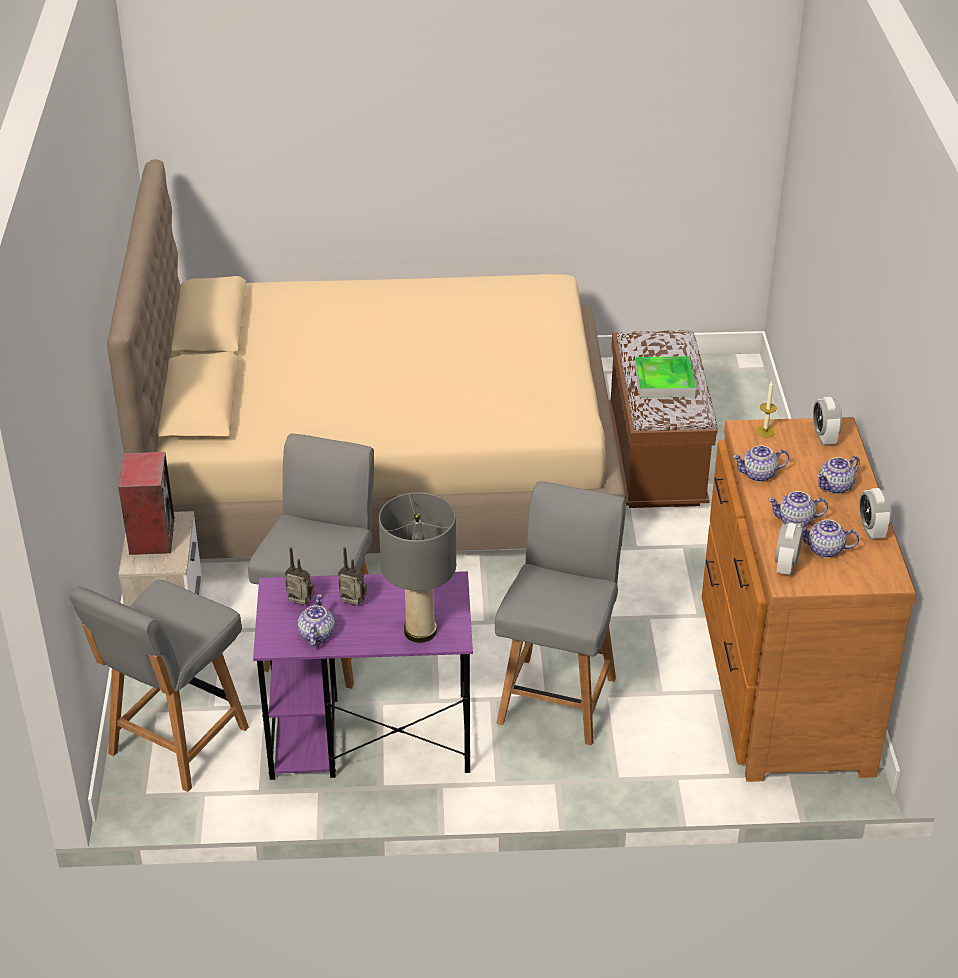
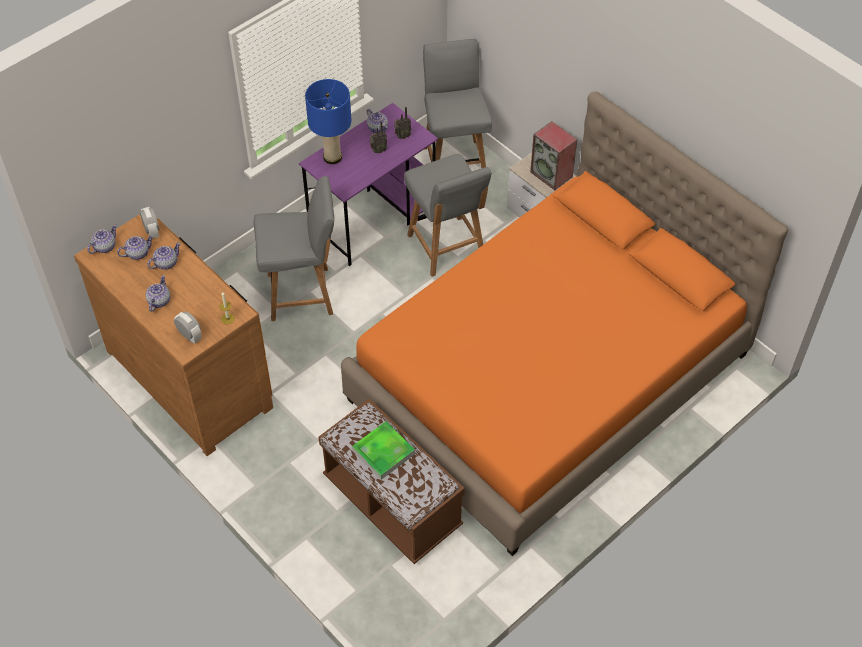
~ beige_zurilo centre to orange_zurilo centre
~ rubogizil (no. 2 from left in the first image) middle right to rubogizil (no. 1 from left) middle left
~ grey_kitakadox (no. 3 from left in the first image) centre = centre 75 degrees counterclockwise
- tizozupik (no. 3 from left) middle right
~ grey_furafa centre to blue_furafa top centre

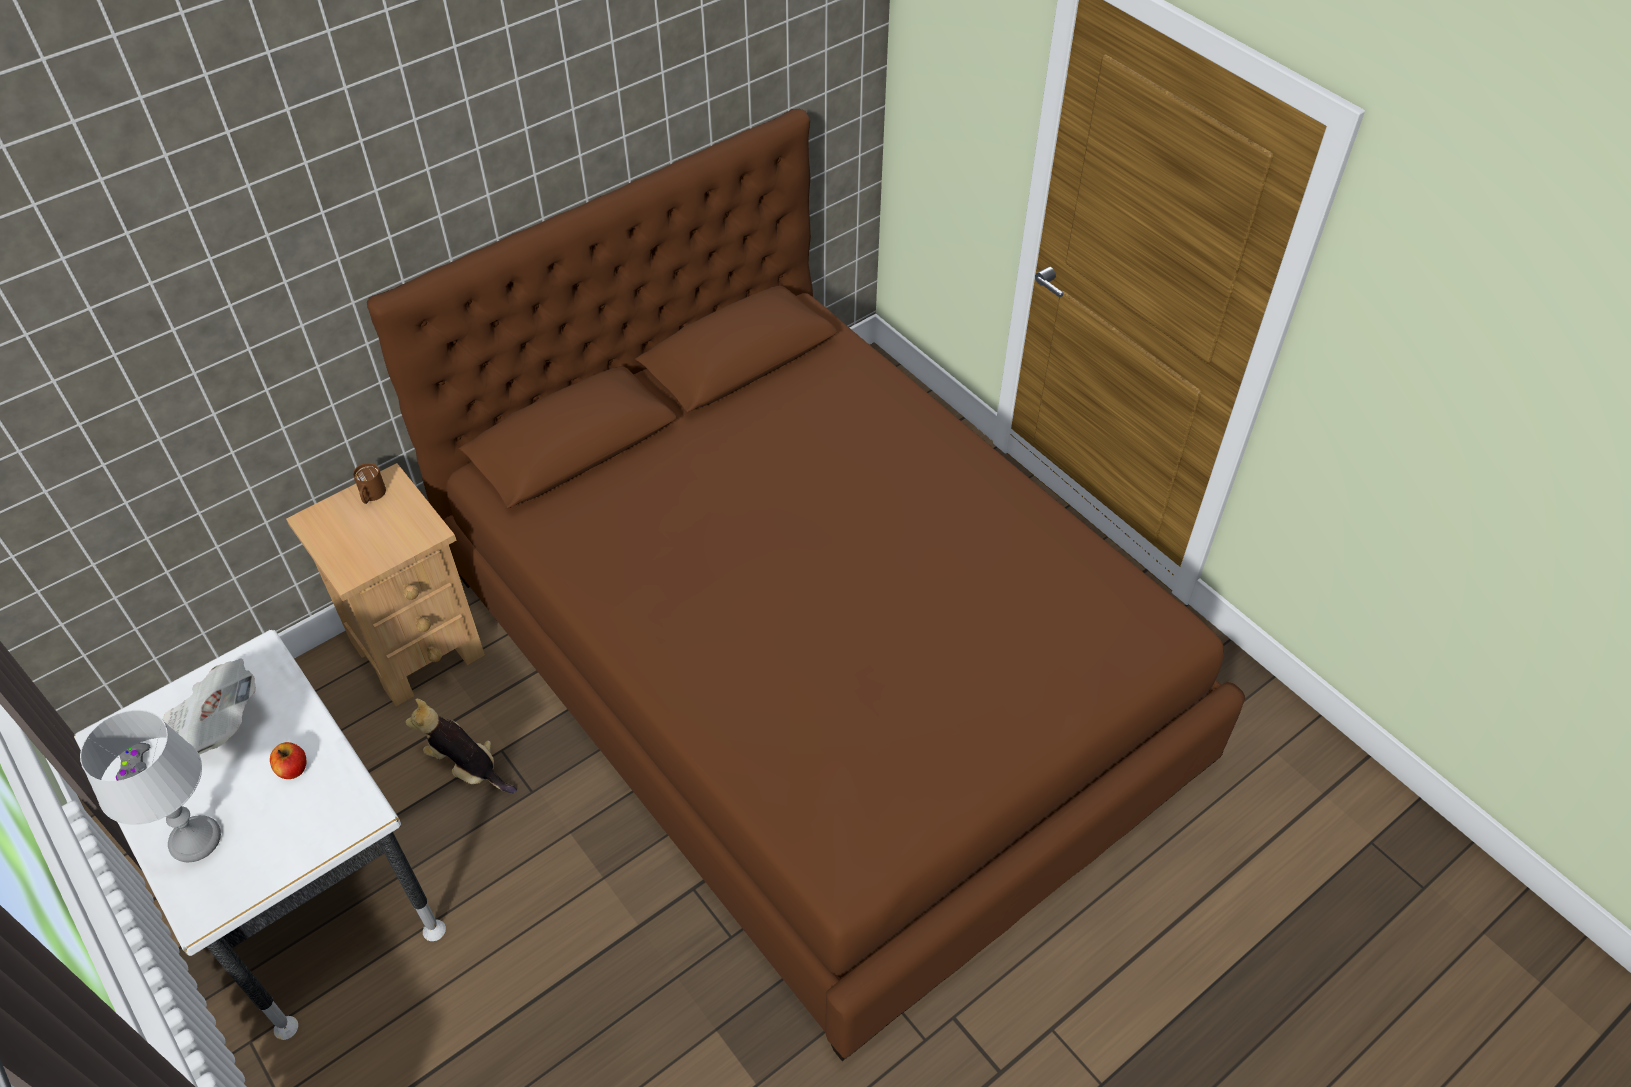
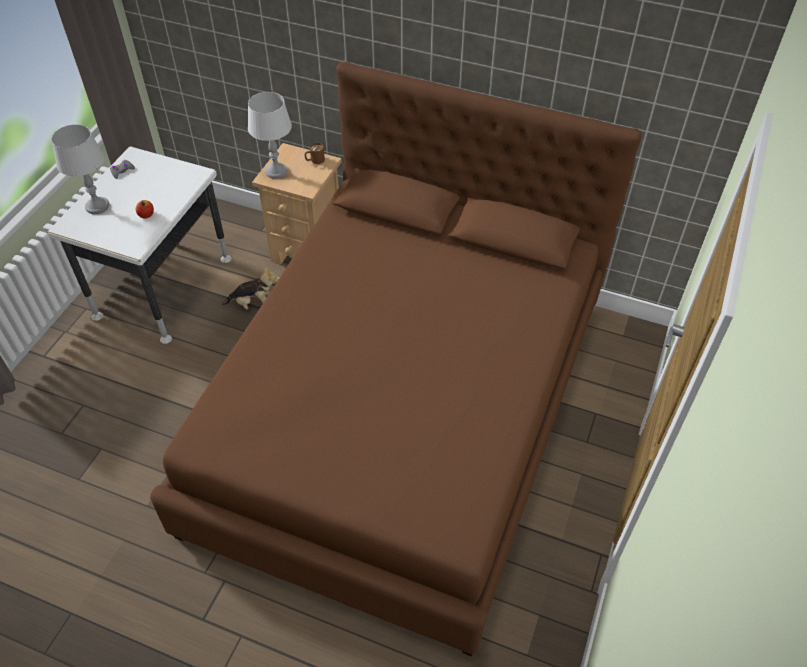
- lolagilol middle left
~ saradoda bottom left = middle left 90 degrees clockwise
+ grey_furafa (no. 2 from left) top centre

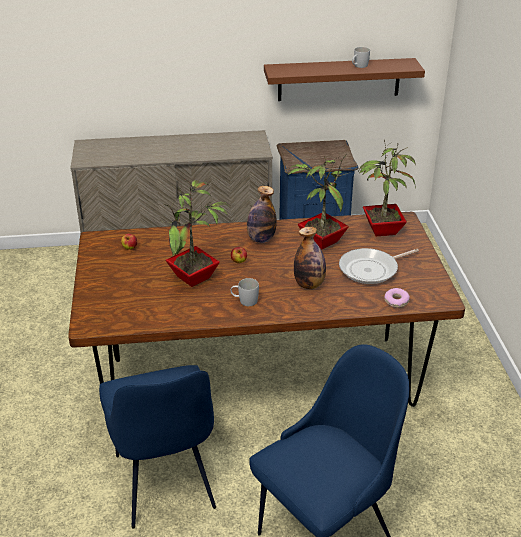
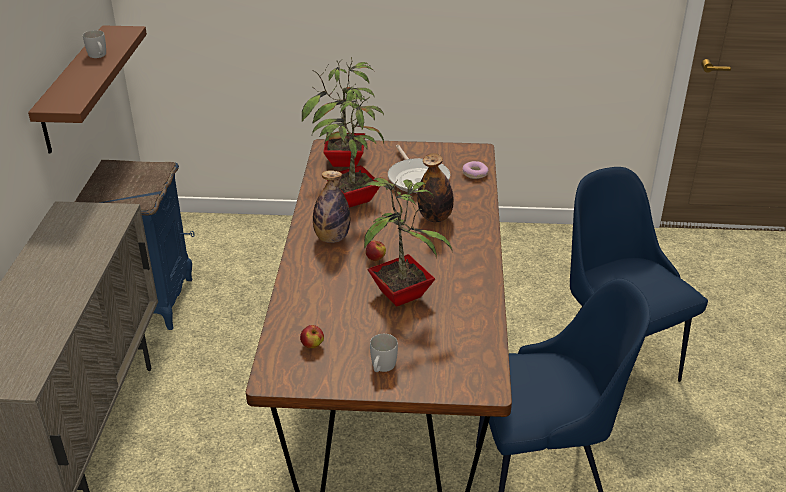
~ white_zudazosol (no. 1 from left in the first image) centre to white_zudazosol (no. 2 from left) bottom centre

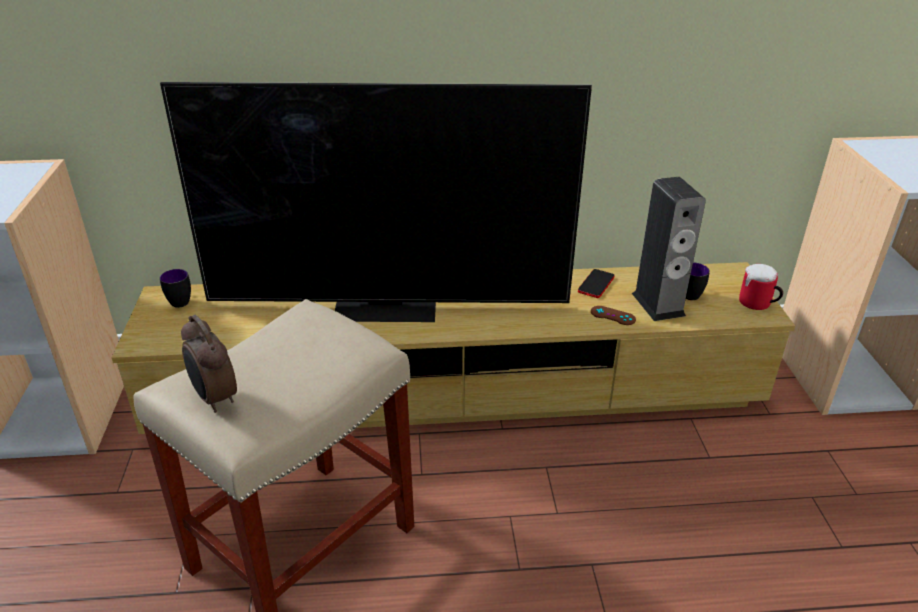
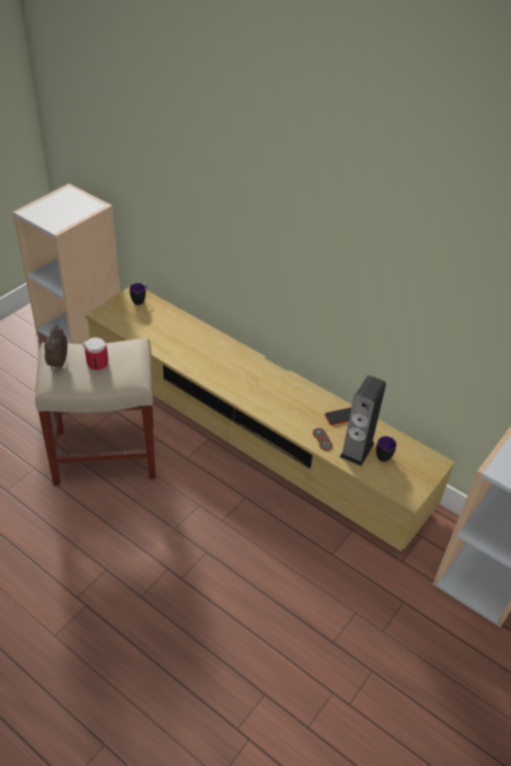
- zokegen top centre
~ zudazosol (no. 3 from left in the first image) middle right to zudazosol (no. 1 from left) middle left

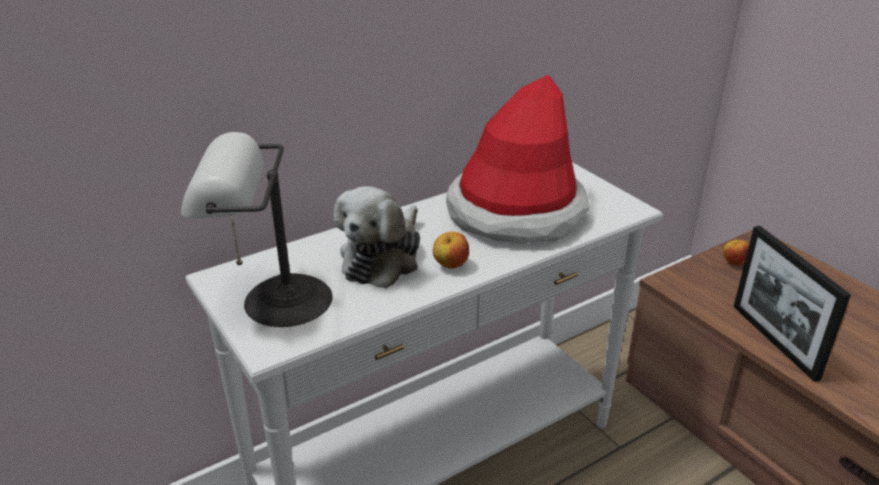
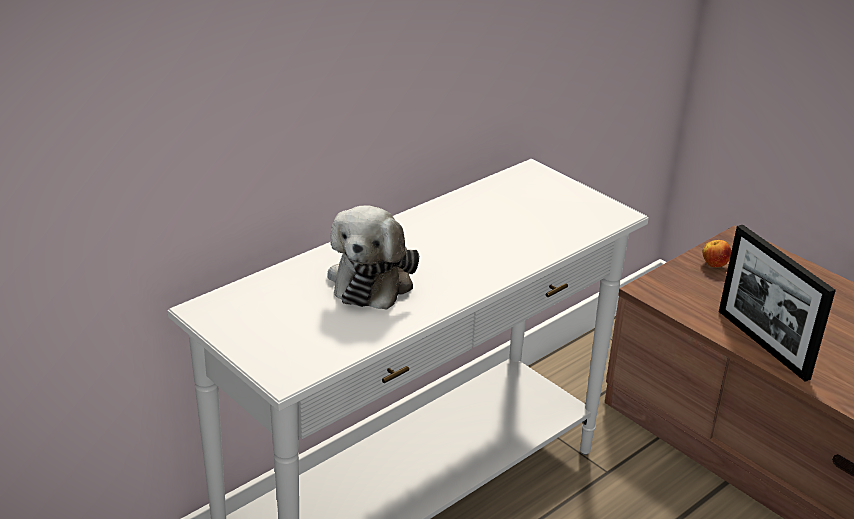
- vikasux top centre
- furafa middle left
- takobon (no. 1 from left) centre

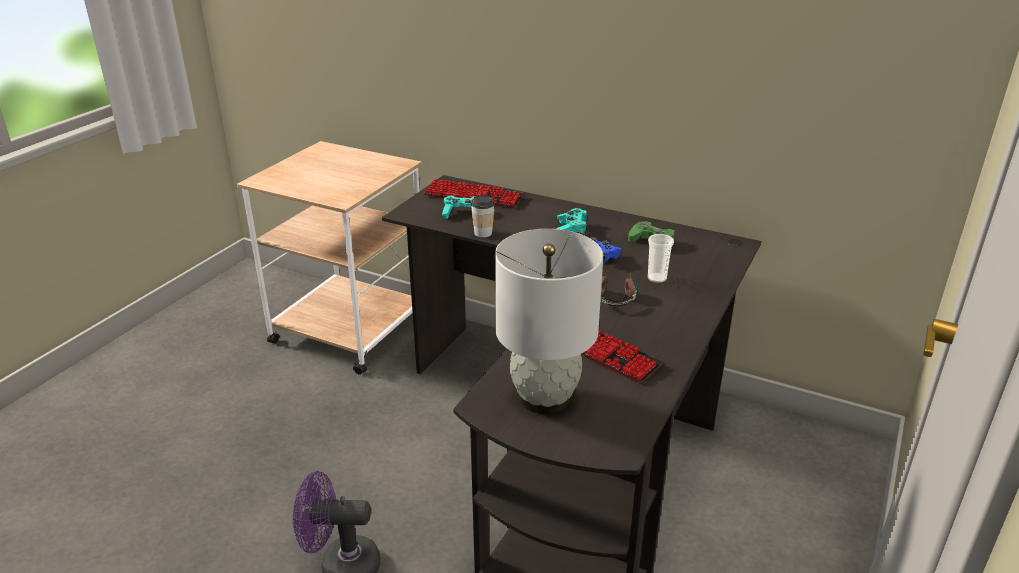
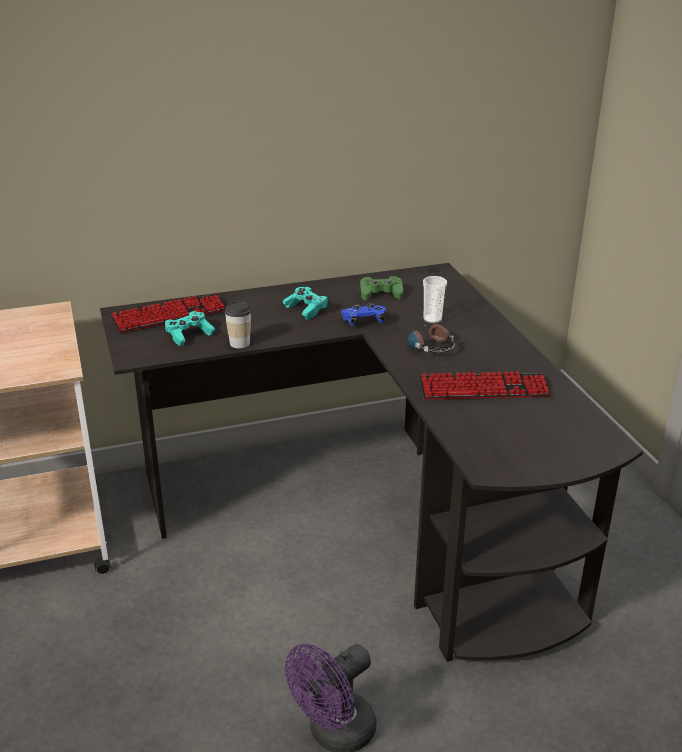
- white_furafa centre

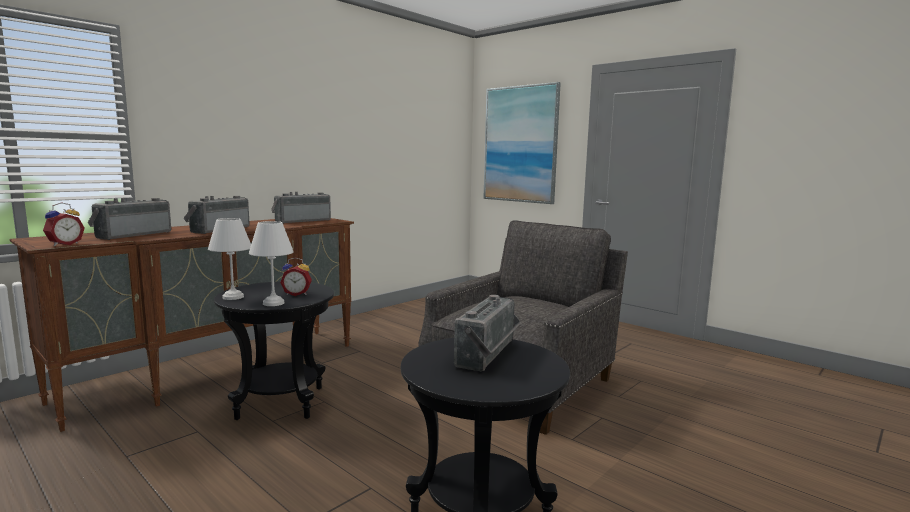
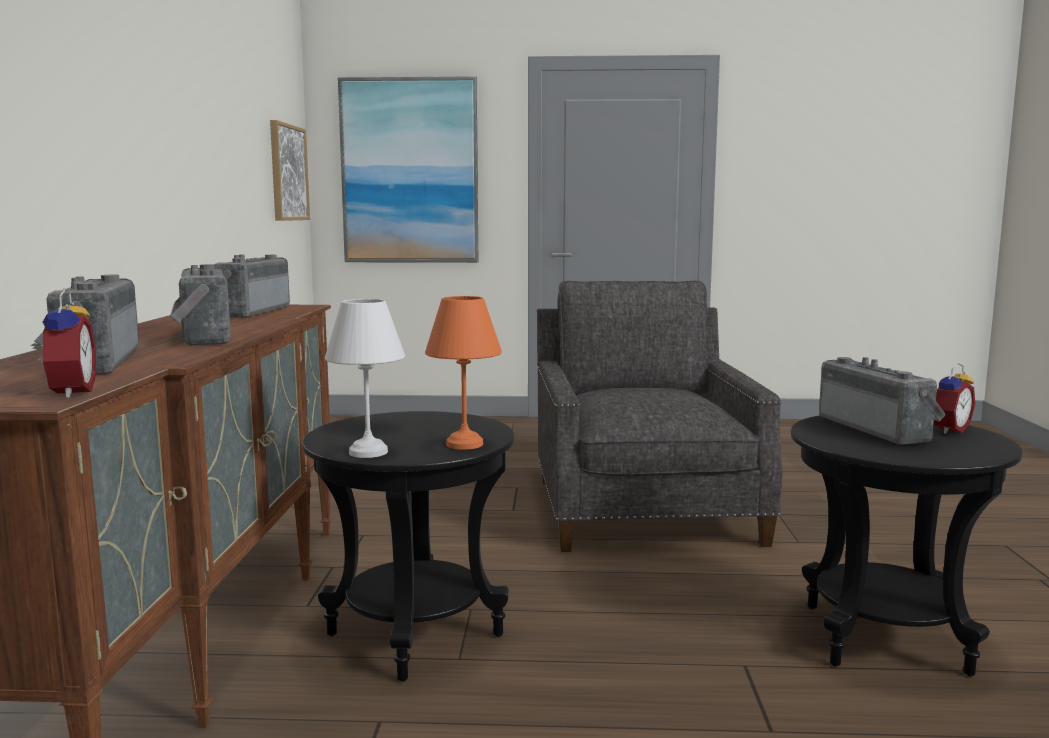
~ white_furafa (no. 2 from left) middle left to orange_furafa centre
~ tizozupik (no. 2 from left) middle left to middle right
+ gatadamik (no. 1 from left) top left

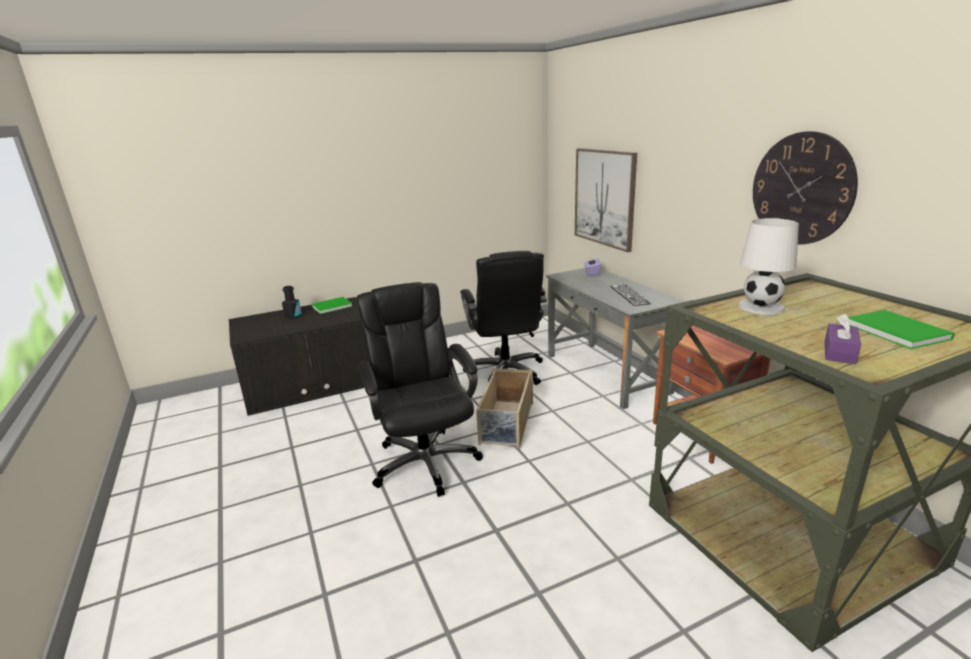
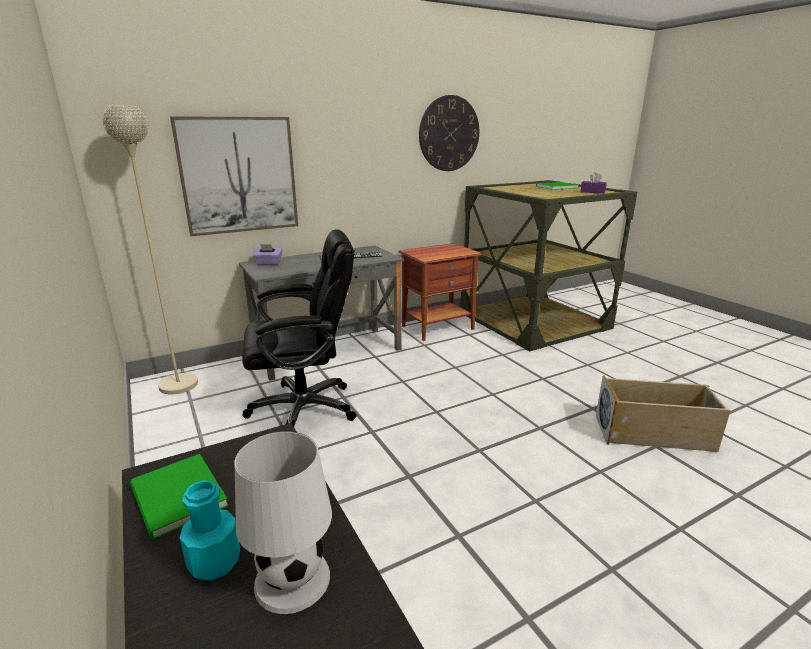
~ white_furafa middle right to bottom centre
- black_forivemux (no. 1 from left) centre
~ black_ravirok middle left to turquoise_ravirok bottom left
~ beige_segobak centre to middle right
+ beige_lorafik middle left

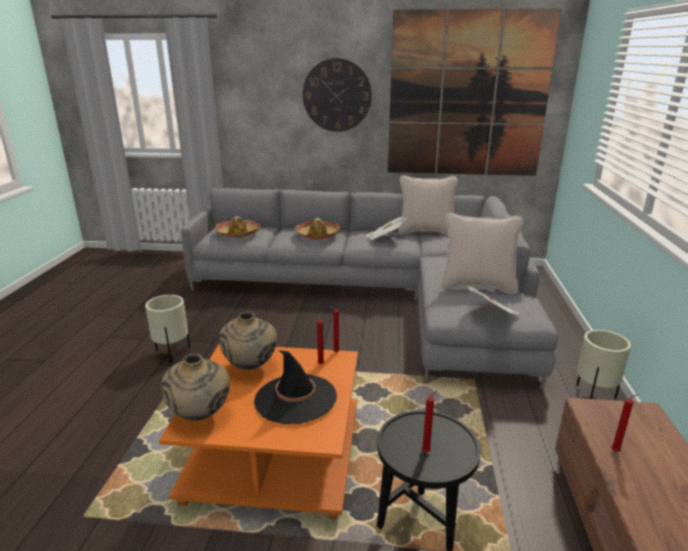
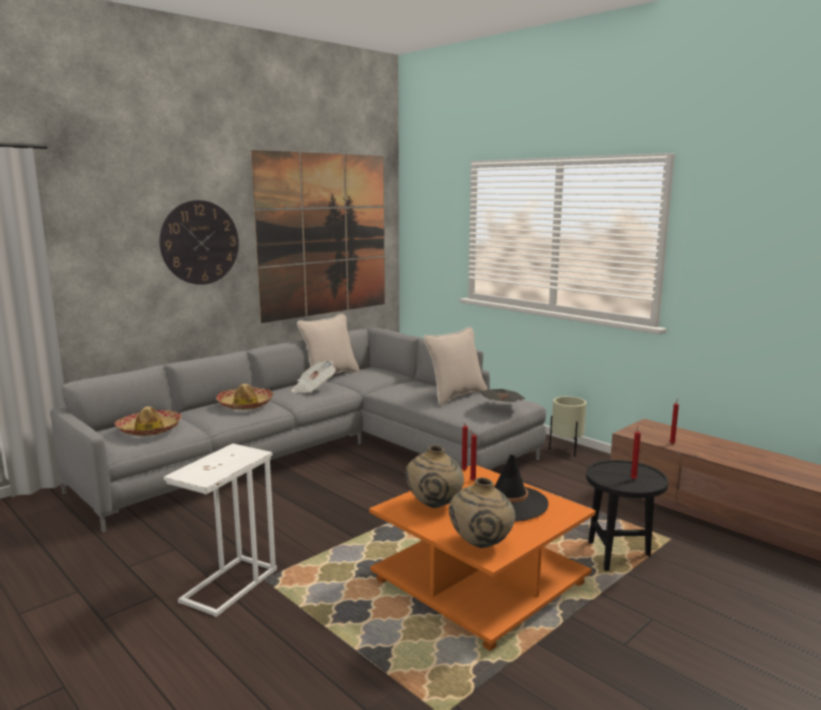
~ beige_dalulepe (no. 1 from left) middle left to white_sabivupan bottom left

